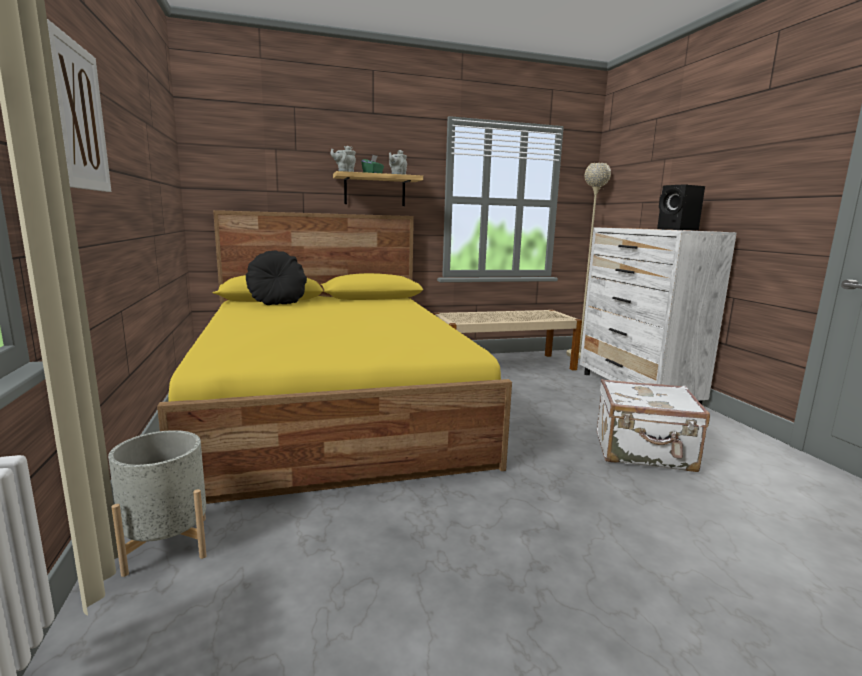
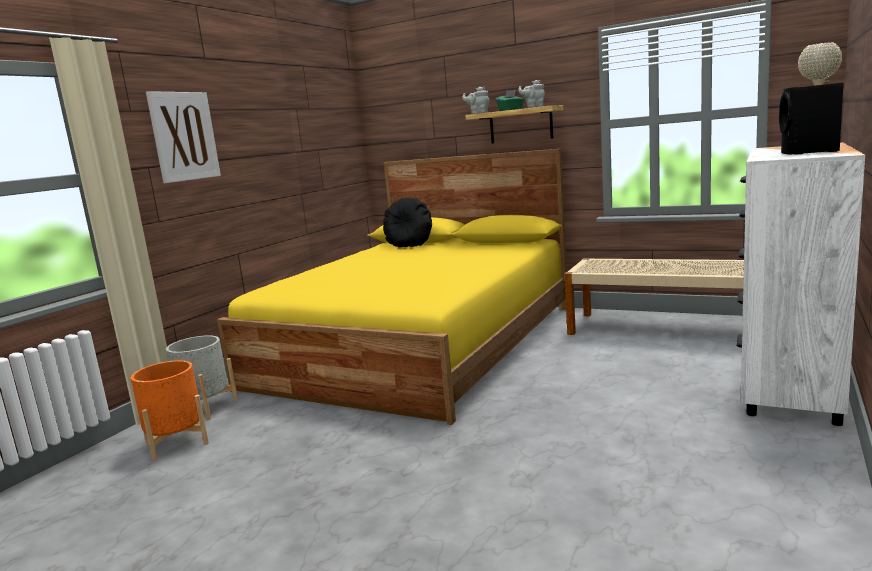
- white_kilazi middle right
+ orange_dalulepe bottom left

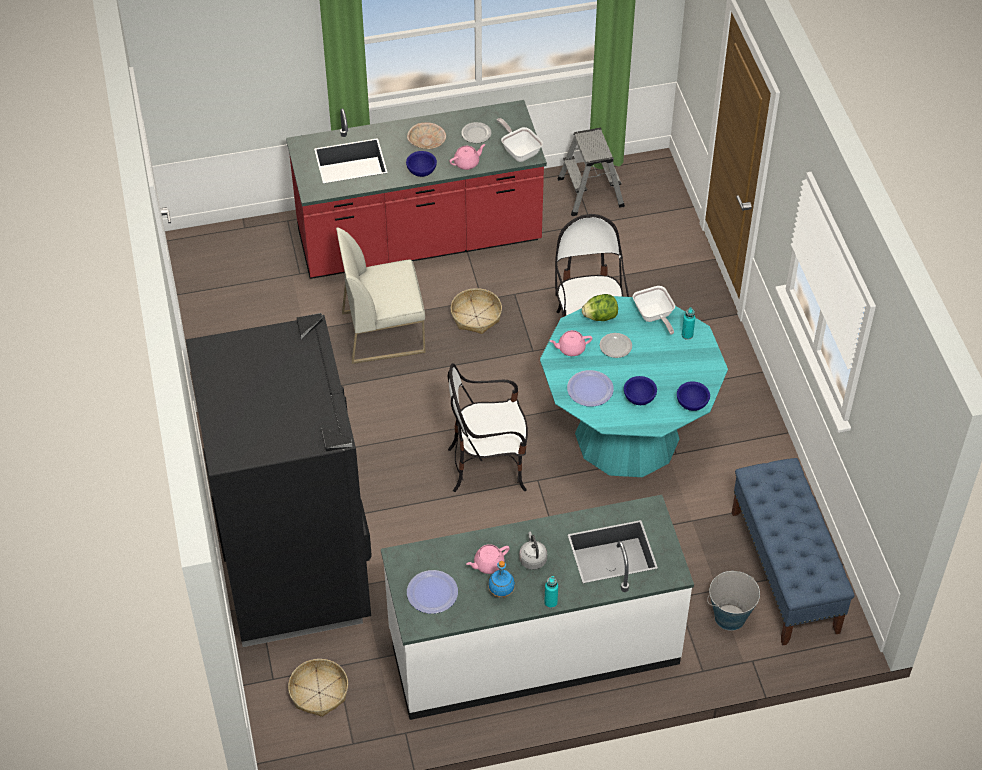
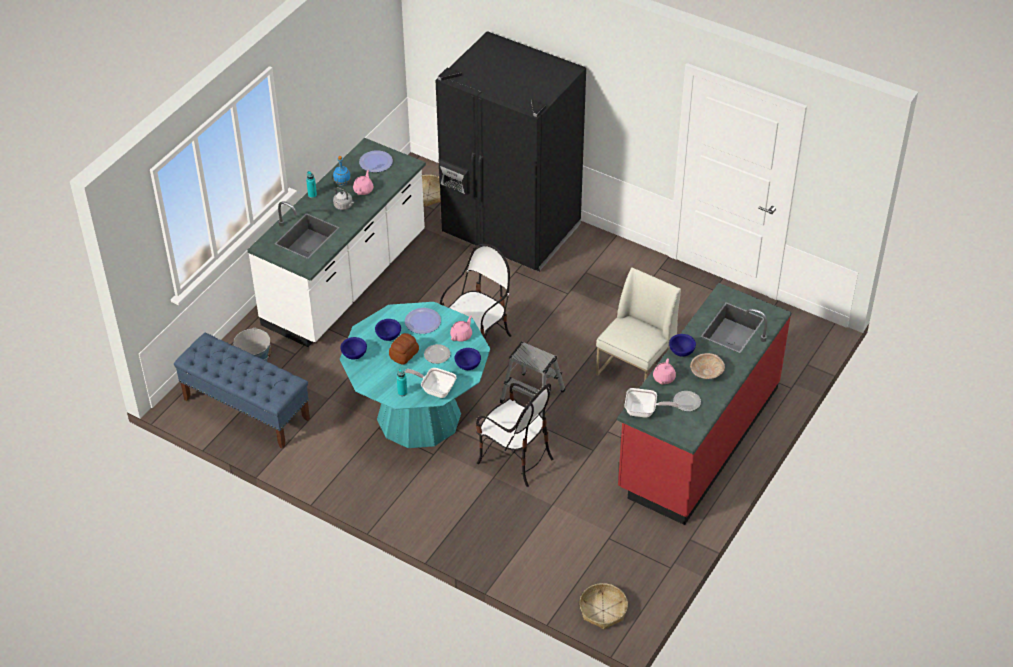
~ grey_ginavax top centre to centre
~ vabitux (no. 2 from left) centre to bottom centre
~ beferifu centre to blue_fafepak (no. 3 from left) centre
+ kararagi centre

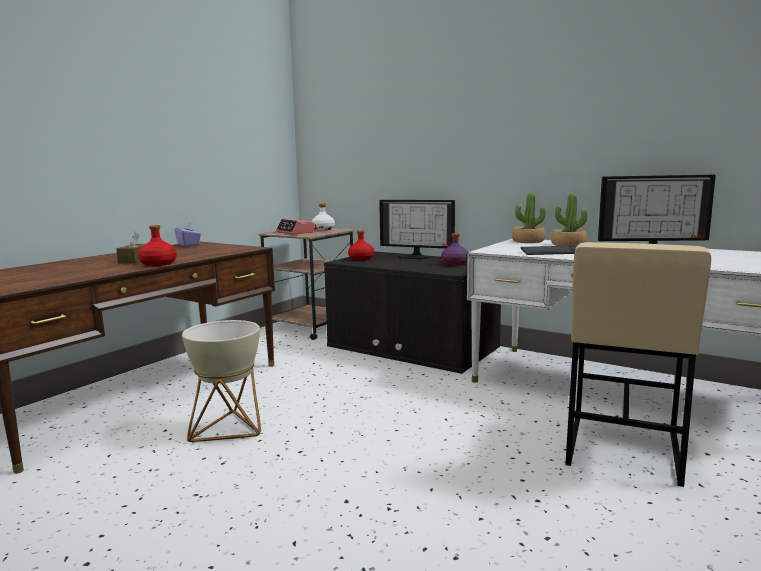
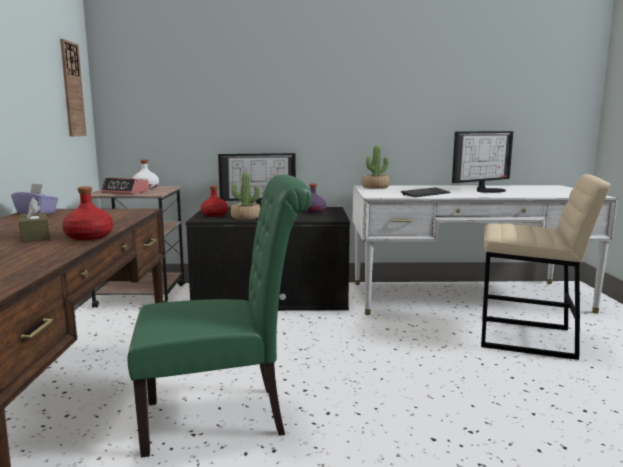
~ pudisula (no. 2 from left in the first image) middle right to pudisula (no. 1 from left) centre
~ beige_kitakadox middle right = middle right 60 degrees counterclockwise
~ dalulepe bottom left to green_kitakadox bottom centre
+ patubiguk top left

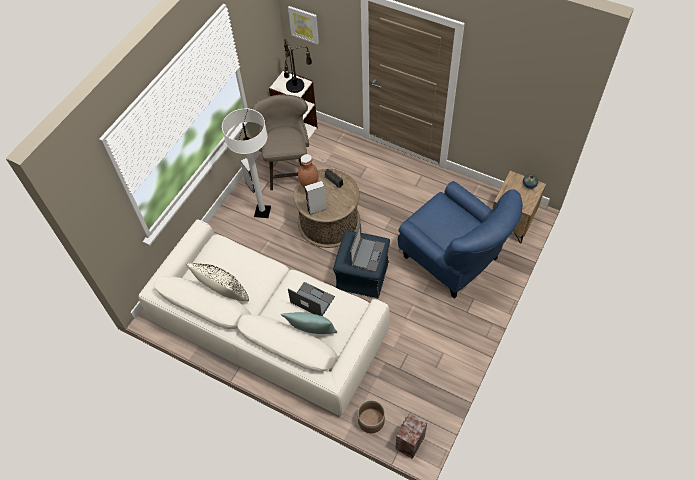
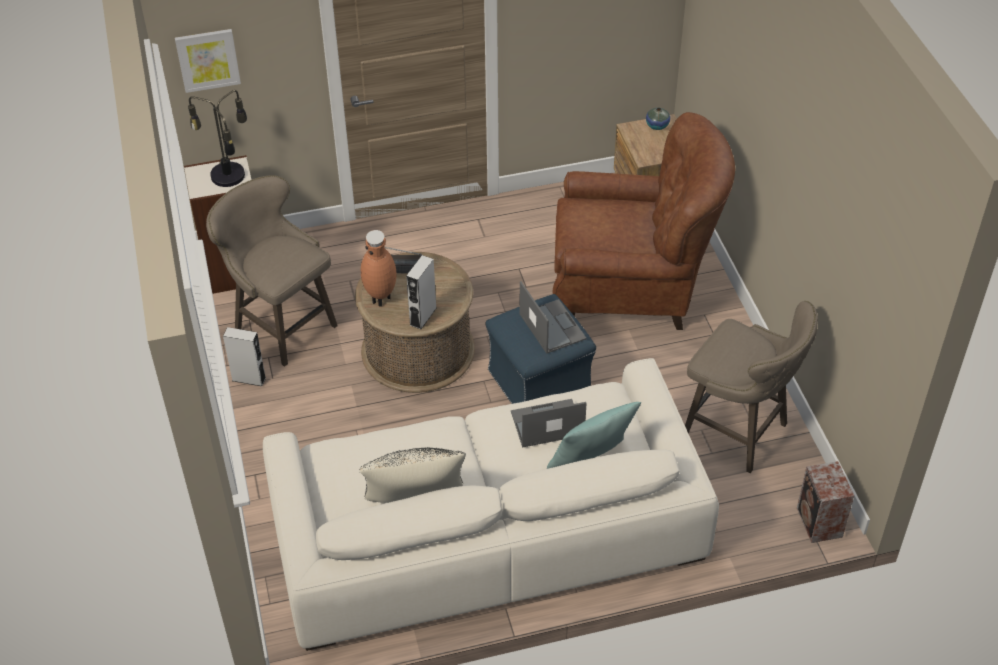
- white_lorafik centre
~ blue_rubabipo centre to brown_rubabipo top centre
- dalulepe bottom centre
+ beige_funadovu (no. 2 from left) middle right

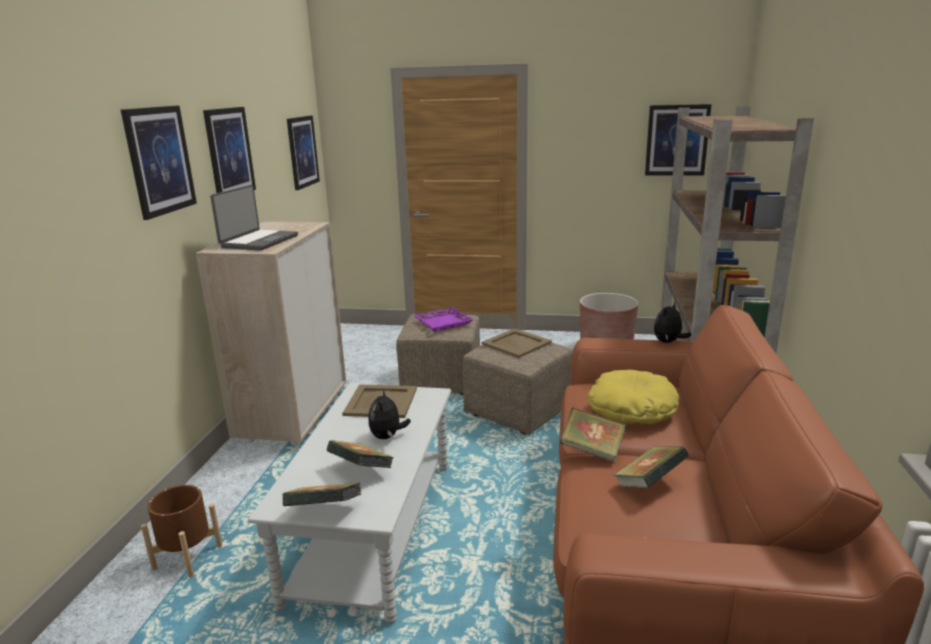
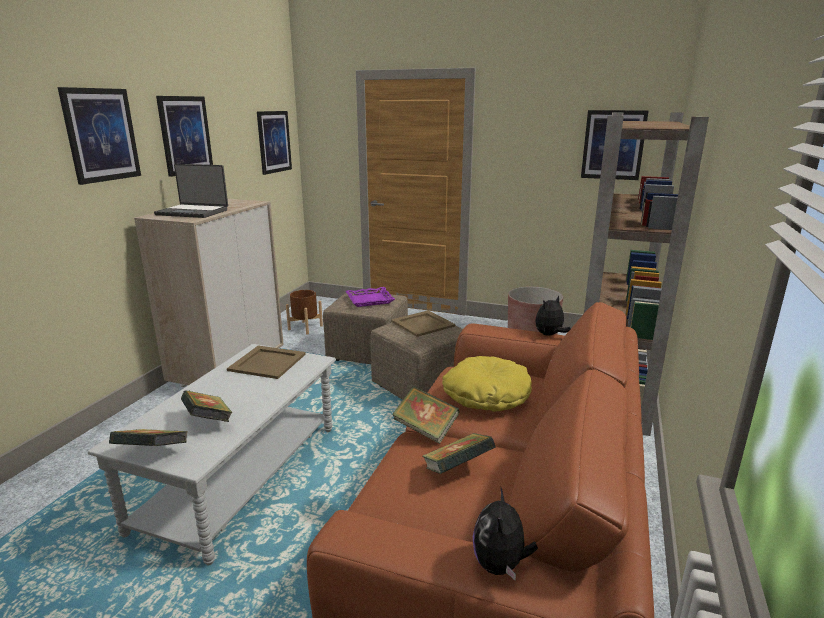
~ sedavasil middle left = top left 75 degrees clockwise
~ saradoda (no. 1 from left) centre to bottom centre
~ brown_dalulepe (no. 1 from left) bottom left to centre

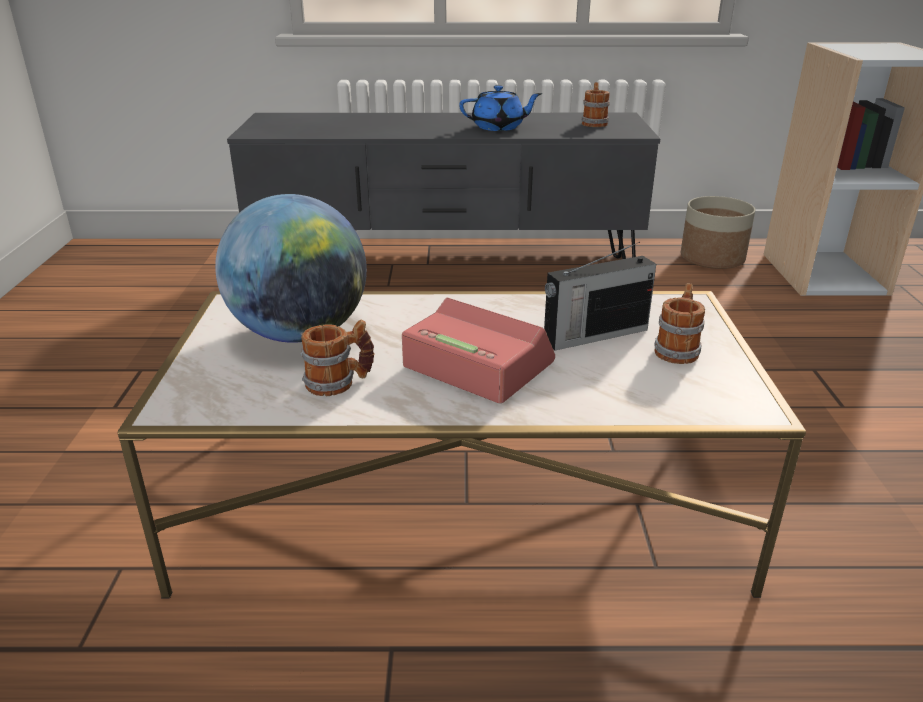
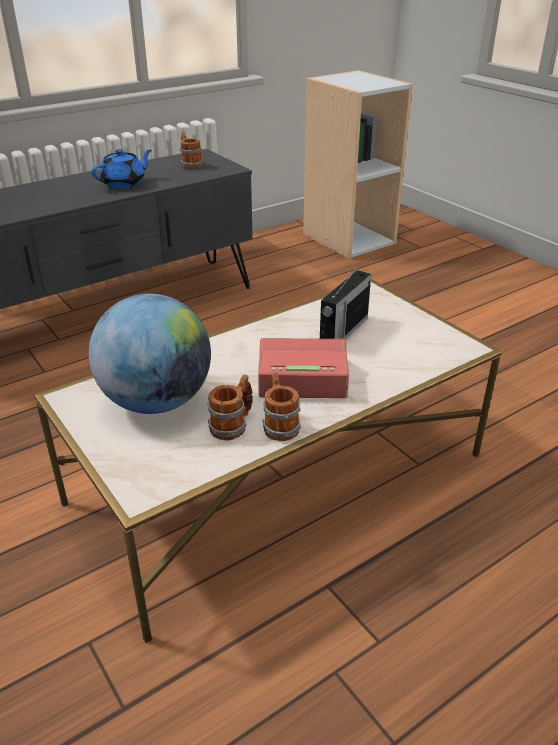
- dalulepe top right
~ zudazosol (no. 3 from left) middle right to centre

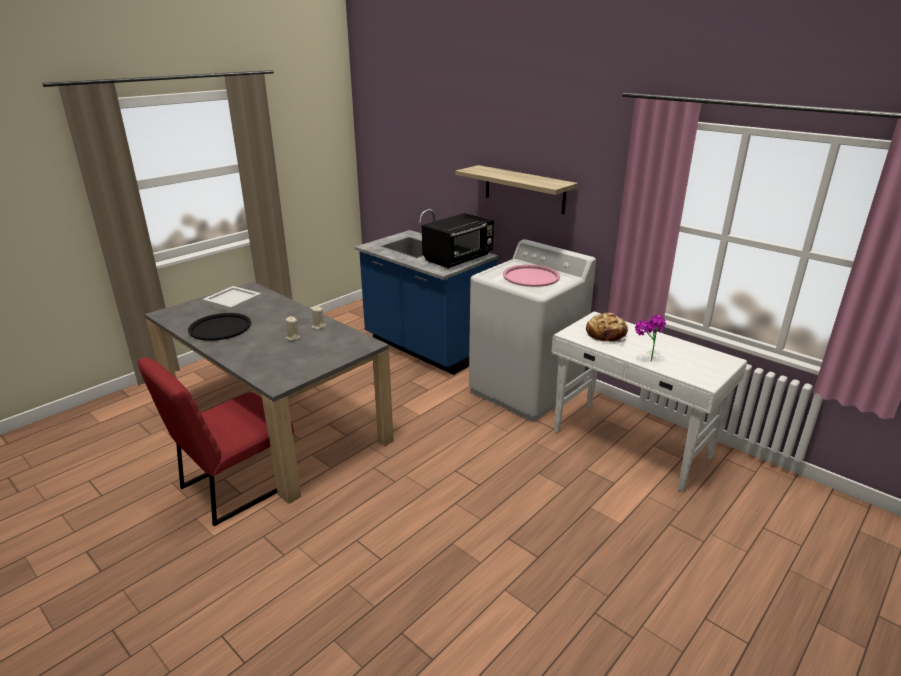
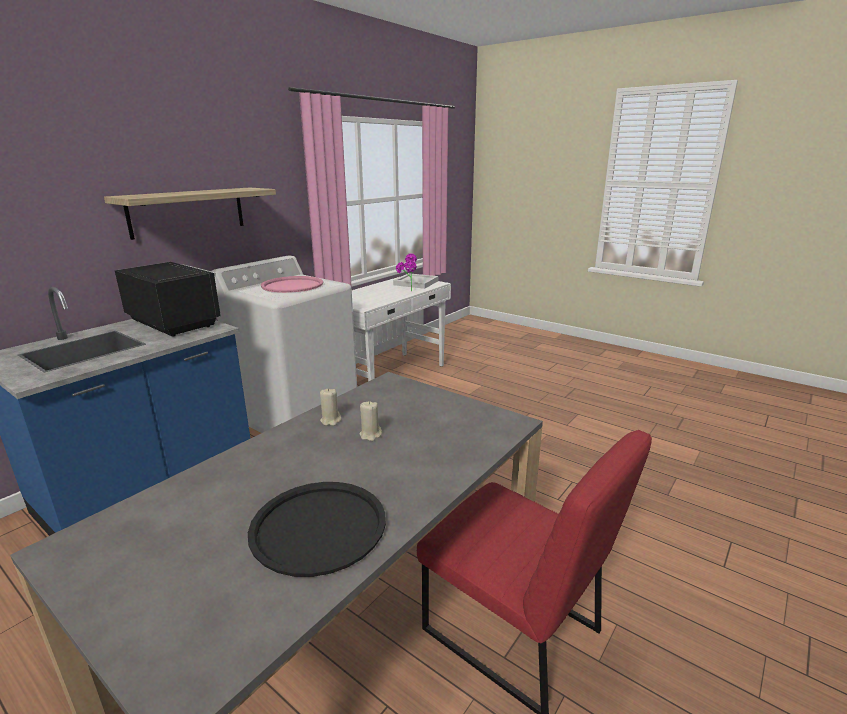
~ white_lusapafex middle left to centre
- kararagi middle right

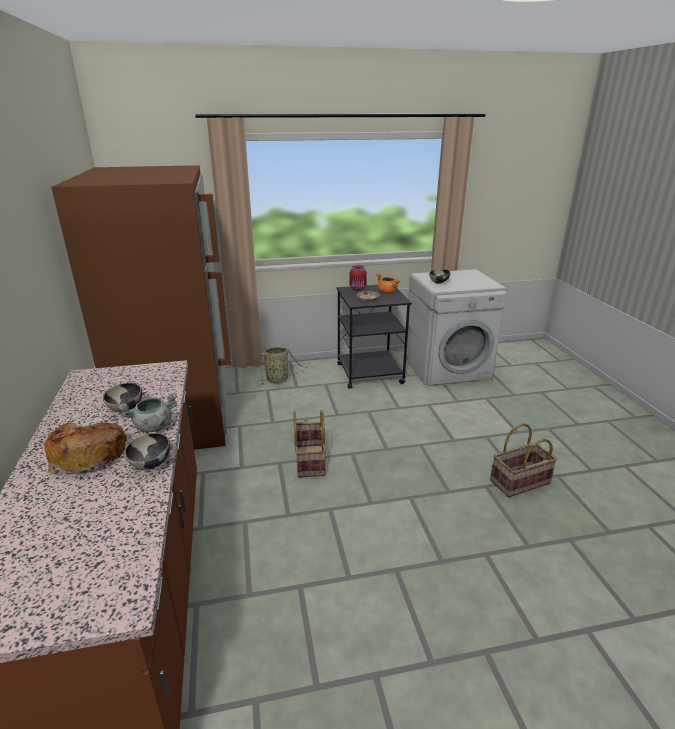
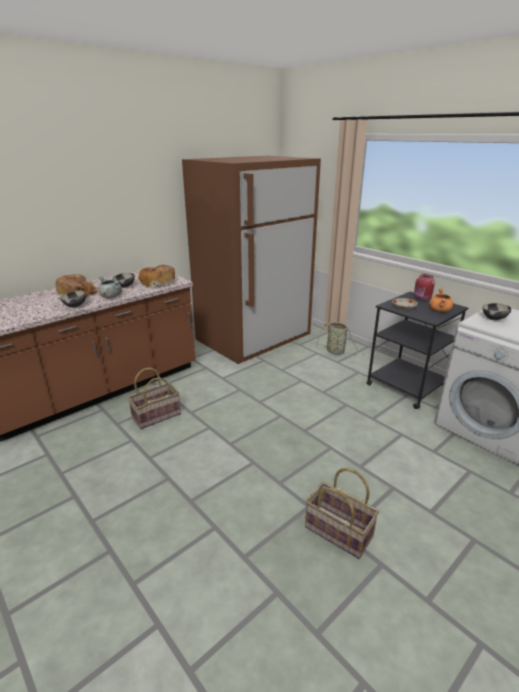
~ vabitux (no. 2 from left in the first image) centre to vabitux (no. 1 from left) middle left
+ kararagi (no. 2 from left) middle left

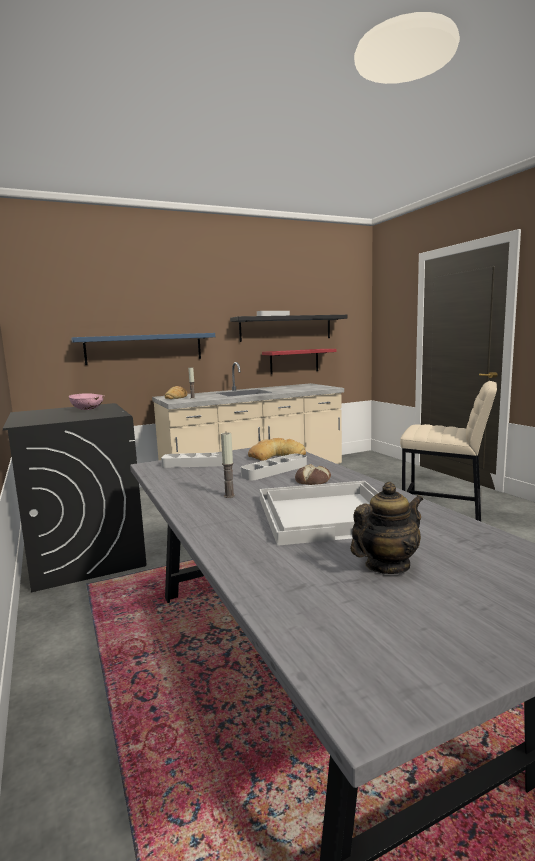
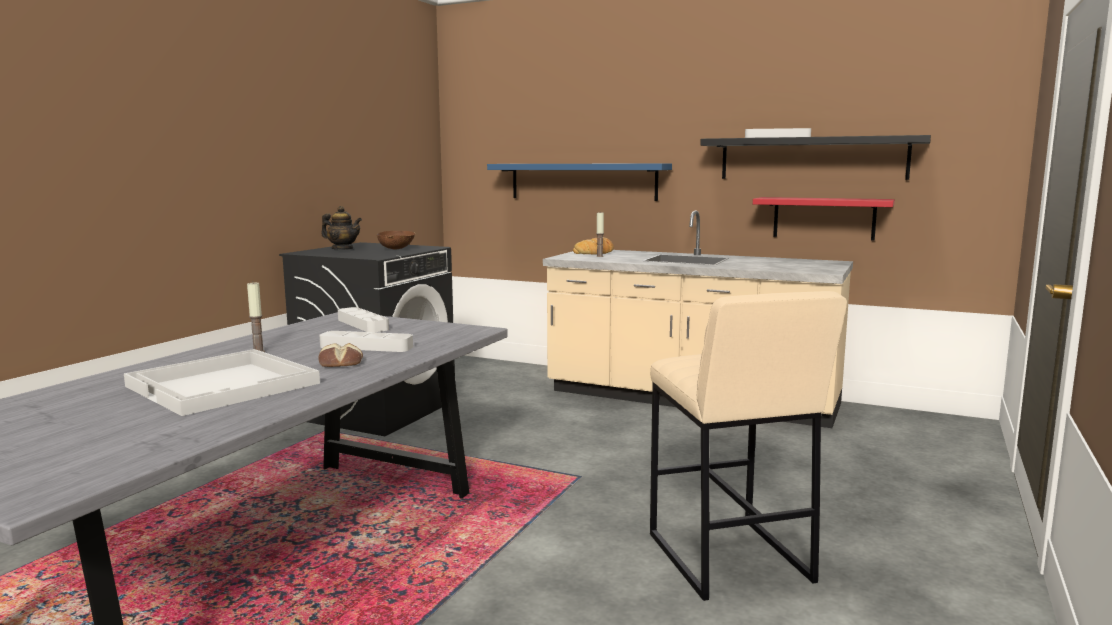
~ pink_fafepak middle left to brown_fafepak centre
- kararagi (no. 2 from left) centre
~ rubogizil middle right to middle left

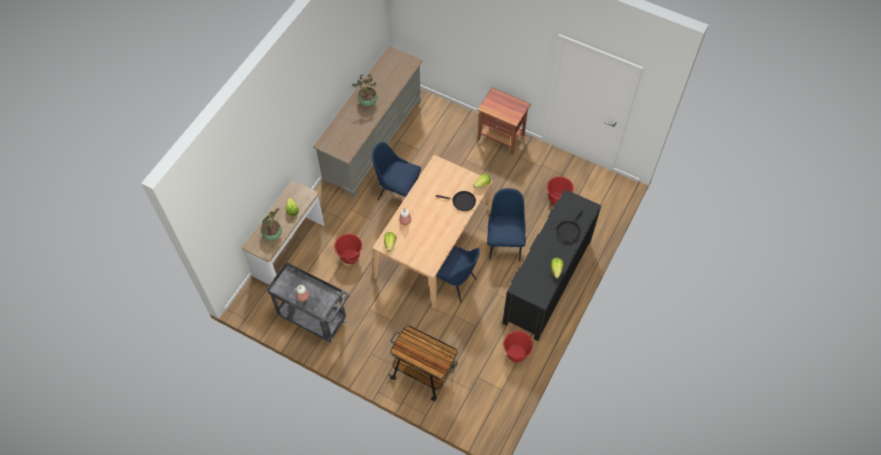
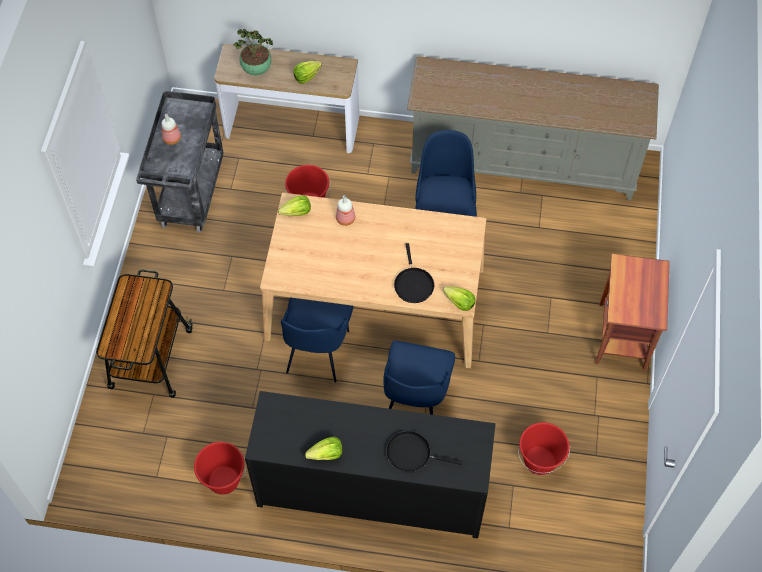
- pudisula (no. 2 from left) top centre
~ blue_kitakadox (no. 3 from left in the first image) centre = centre 120 degrees clockwise

